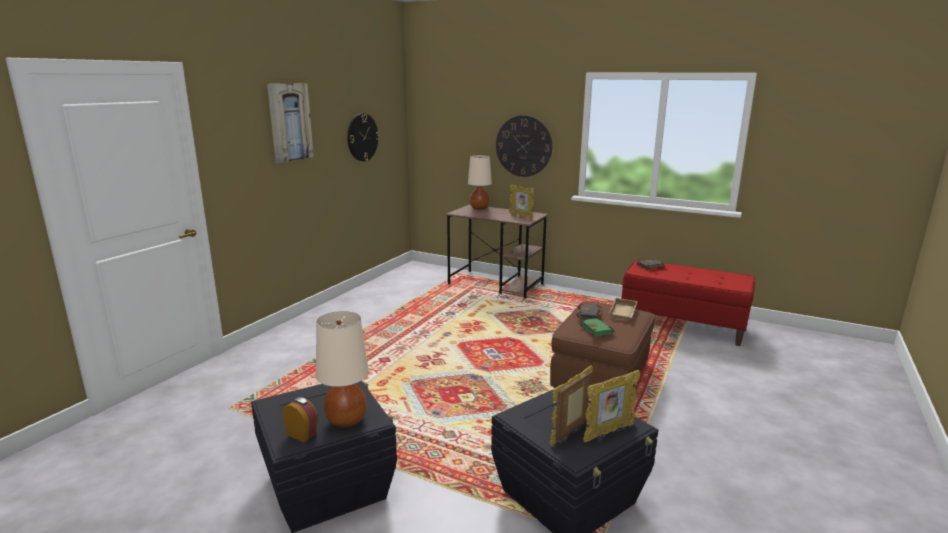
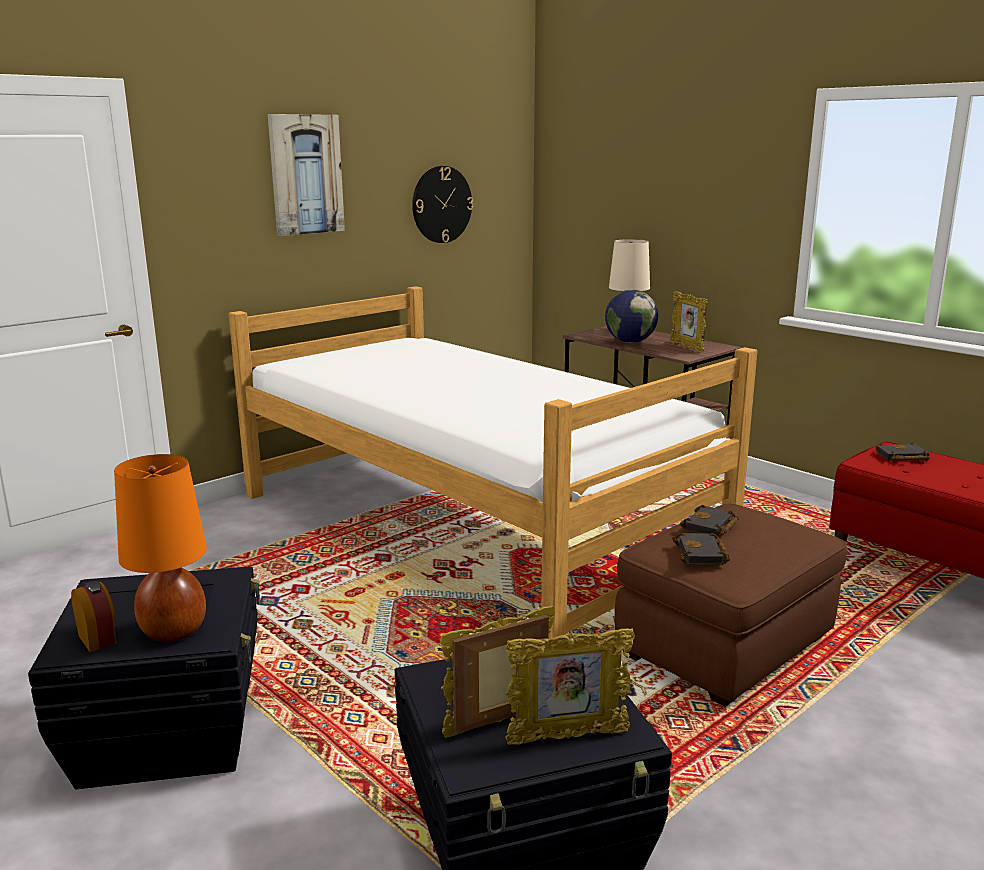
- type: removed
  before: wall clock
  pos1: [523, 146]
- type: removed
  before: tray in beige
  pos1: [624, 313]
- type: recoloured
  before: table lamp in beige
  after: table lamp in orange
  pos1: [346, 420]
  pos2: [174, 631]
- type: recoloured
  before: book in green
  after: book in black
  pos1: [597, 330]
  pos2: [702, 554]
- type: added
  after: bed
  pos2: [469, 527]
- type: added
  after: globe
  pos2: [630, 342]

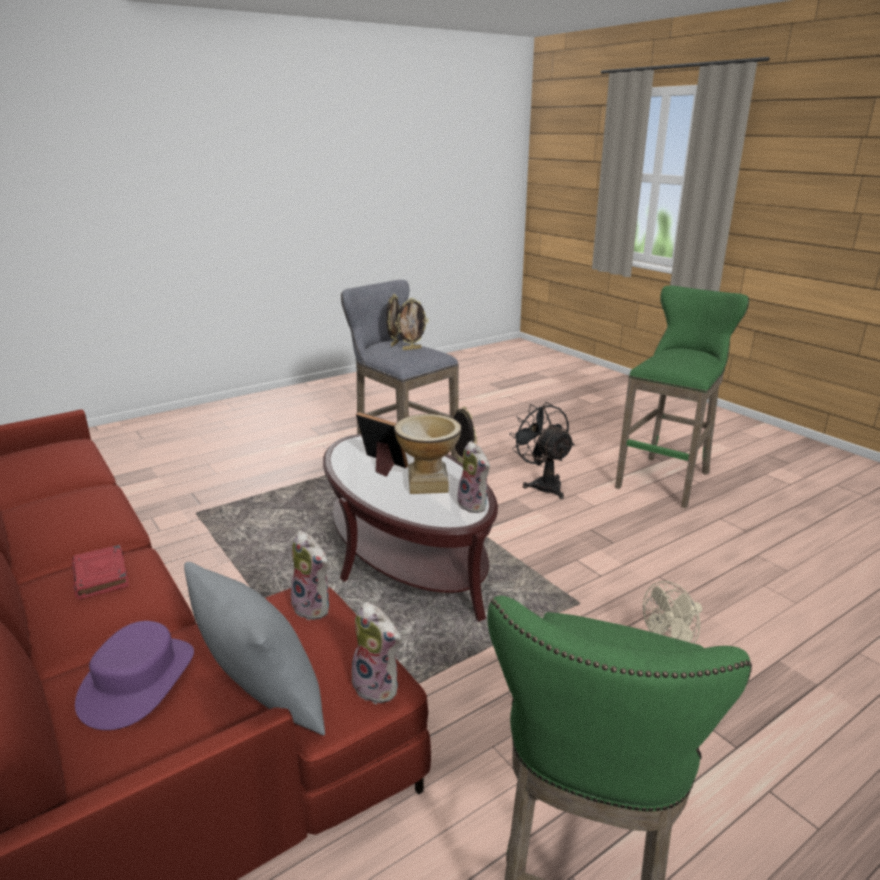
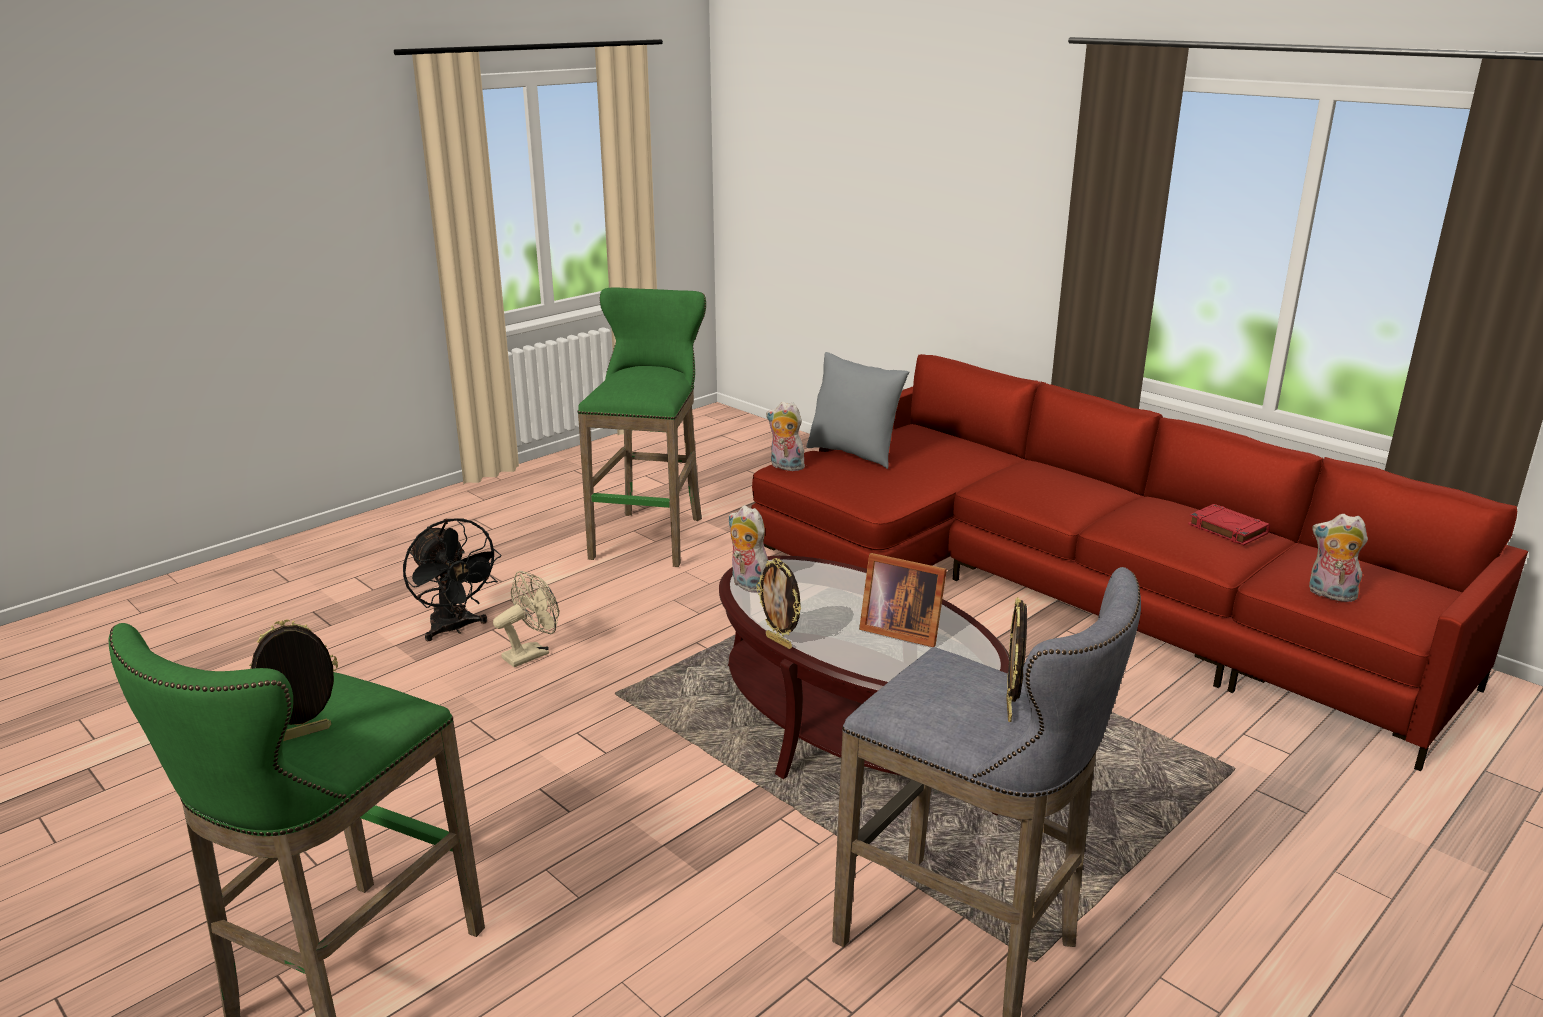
- type: moved
  before: picture frame
  pos1: [412, 349]
  pos2: [305, 735]
- type: moved
  before: fan in black
  pos1: [543, 484]
  pos2: [455, 628]
- type: removed
  before: vase
  pos1: [428, 484]
- type: moved
  before: plush toy
  pos1: [314, 607]
  pos2: [1330, 594]
- type: moved
  before: book in red
  pos1: [101, 576]
  pos2: [1226, 529]
- type: removed
  before: hat in purple
  pos1: [138, 681]

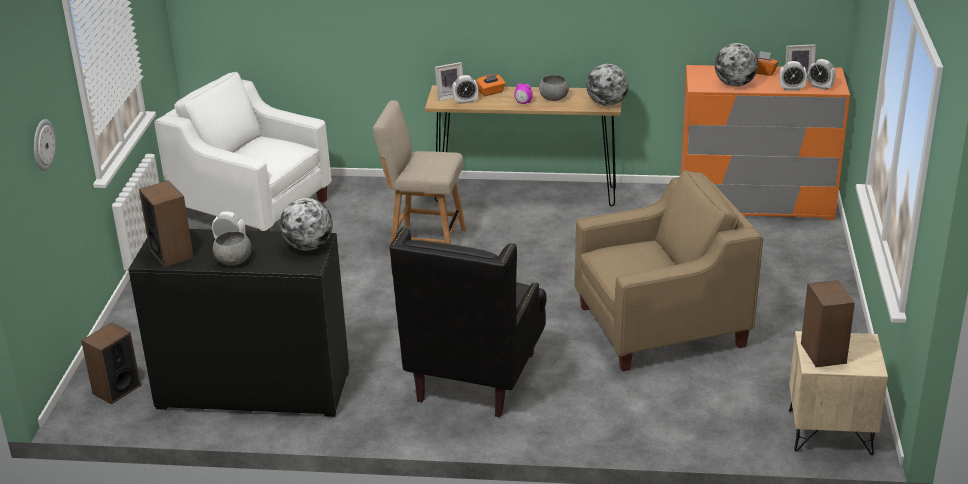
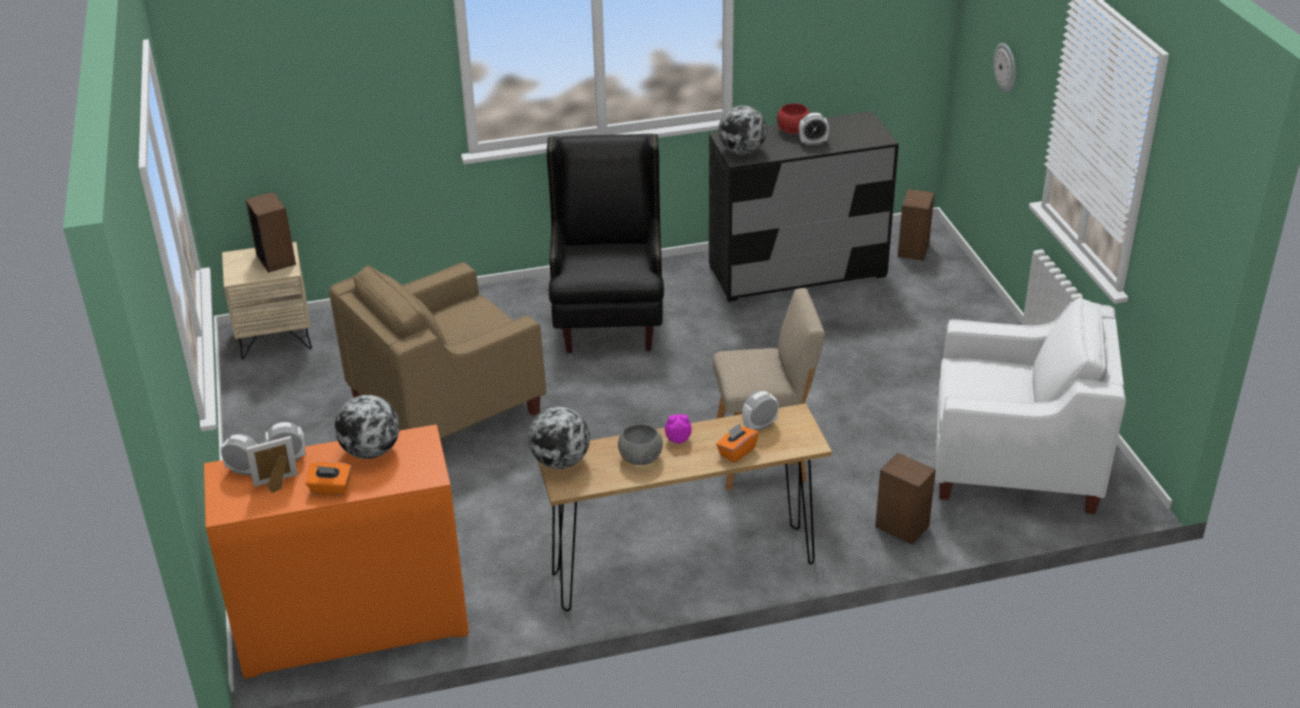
- type: removed
  before: picture frame
  pos1: [449, 96]
- type: moved
  before: speaker
  pos1: [171, 253]
  pos2: [902, 527]
- type: recoloured
  before: bowl in grey
  after: bowl in red
  pos1: [234, 260]
  pos2: [793, 130]

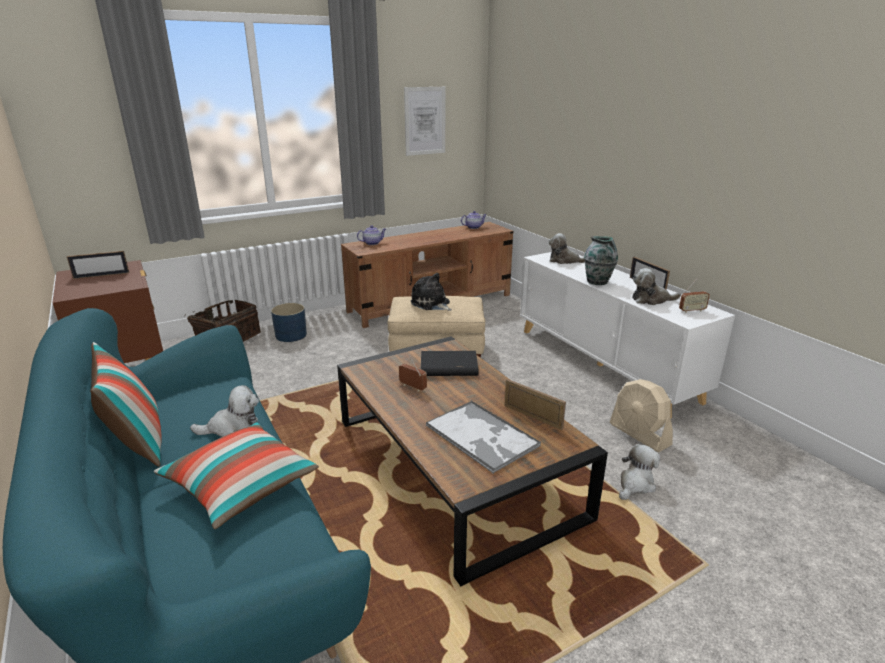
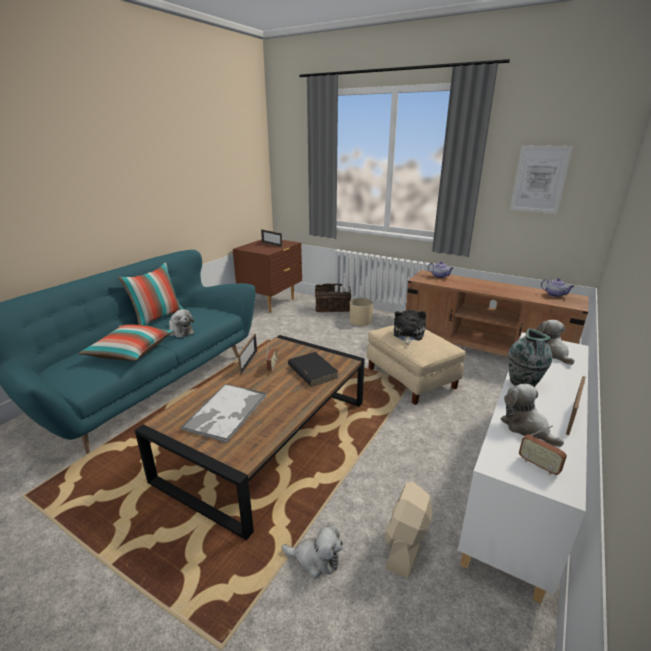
- type: recoloured
  before: planter in blue
  after: planter in beige
  pos1: [291, 335]
  pos2: [360, 321]
- type: moved
  before: picture frame
  pos1: [532, 417]
  pos2: [248, 362]

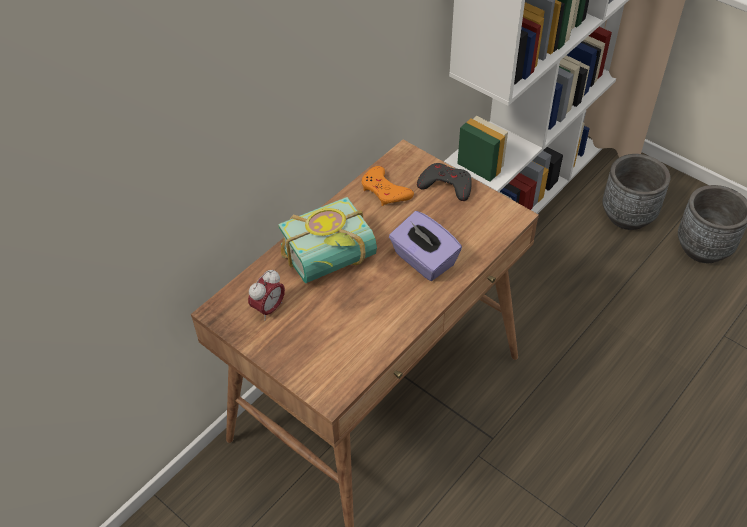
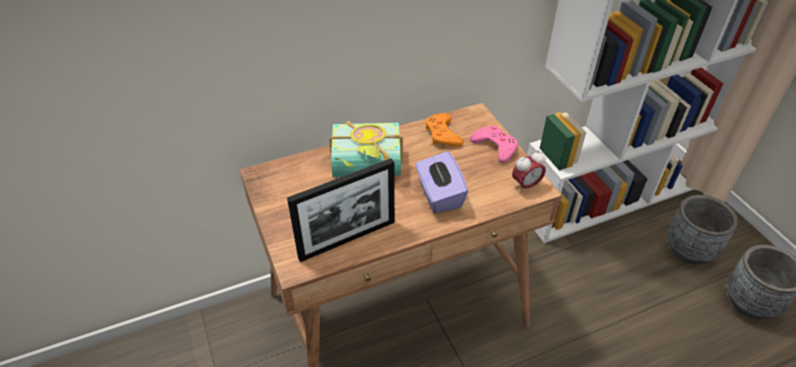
- type: recoloured
  before: game controller in grey
  after: game controller in pink
  pos1: [446, 185]
  pos2: [495, 146]
- type: moved
  before: alarm clock
  pos1: [269, 309]
  pos2: [526, 185]
- type: added
  after: picture frame
  pos2: [347, 239]

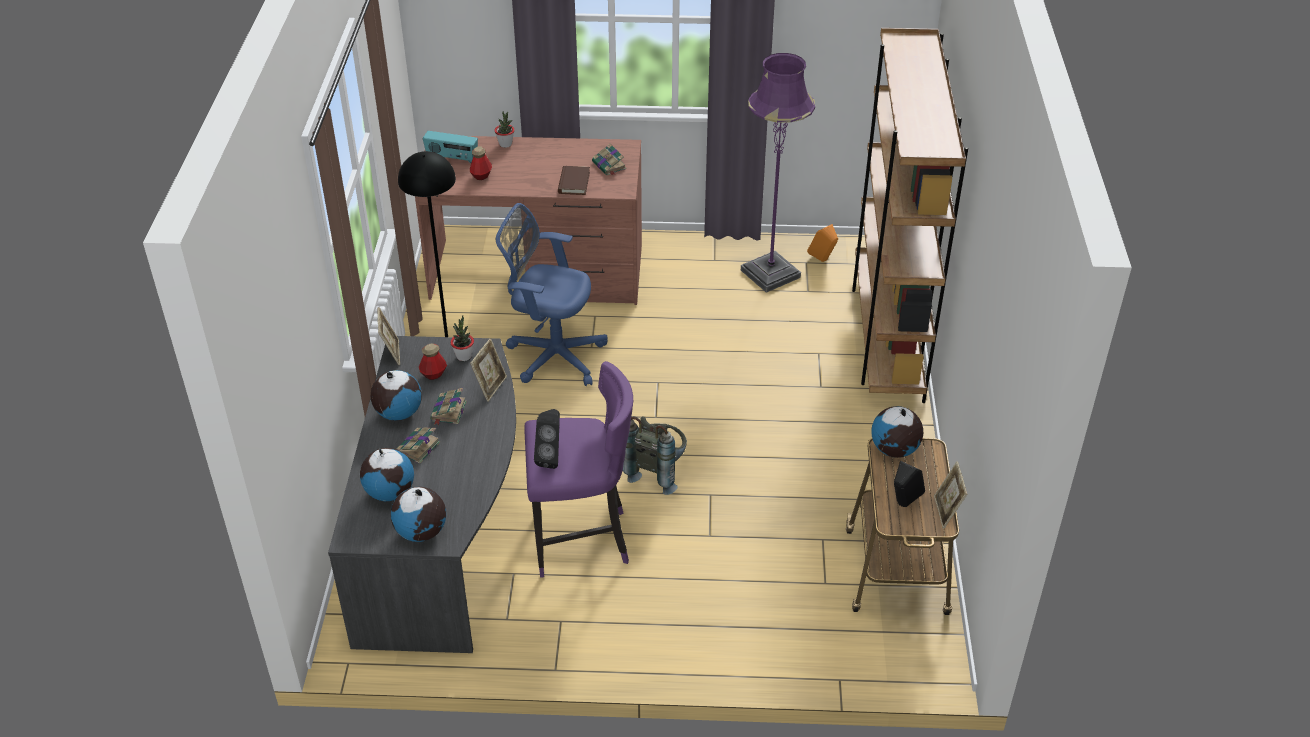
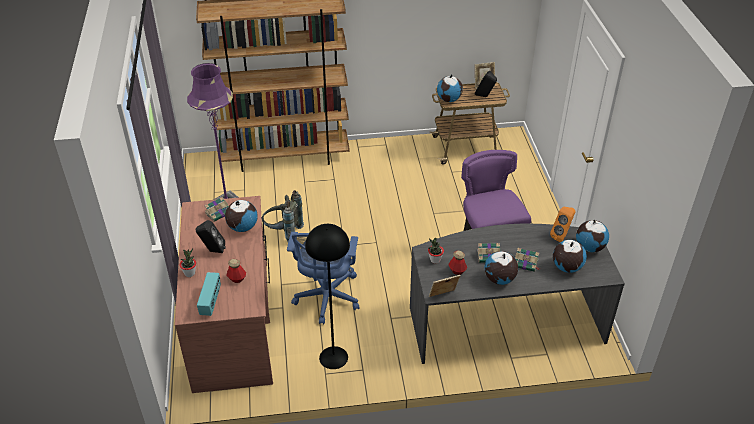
- type: replaced
  before: book in brown
  after: globe
  pos1: [574, 182]
  pos2: [242, 227]
- type: moved
  before: speaker in orange
  pos1: [822, 260]
  pos2: [561, 236]
- type: removed
  before: picture frame
  pos1: [490, 387]
- type: moved
  before: speaker in black
  pos1: [551, 457]
  pos2: [212, 251]
- type: moved
  before: backpack in grey
  pos1: [657, 471]
  pos2: [283, 233]

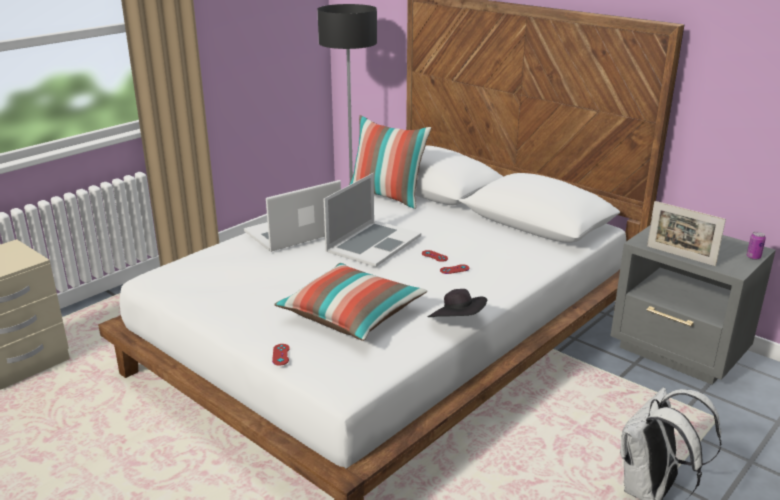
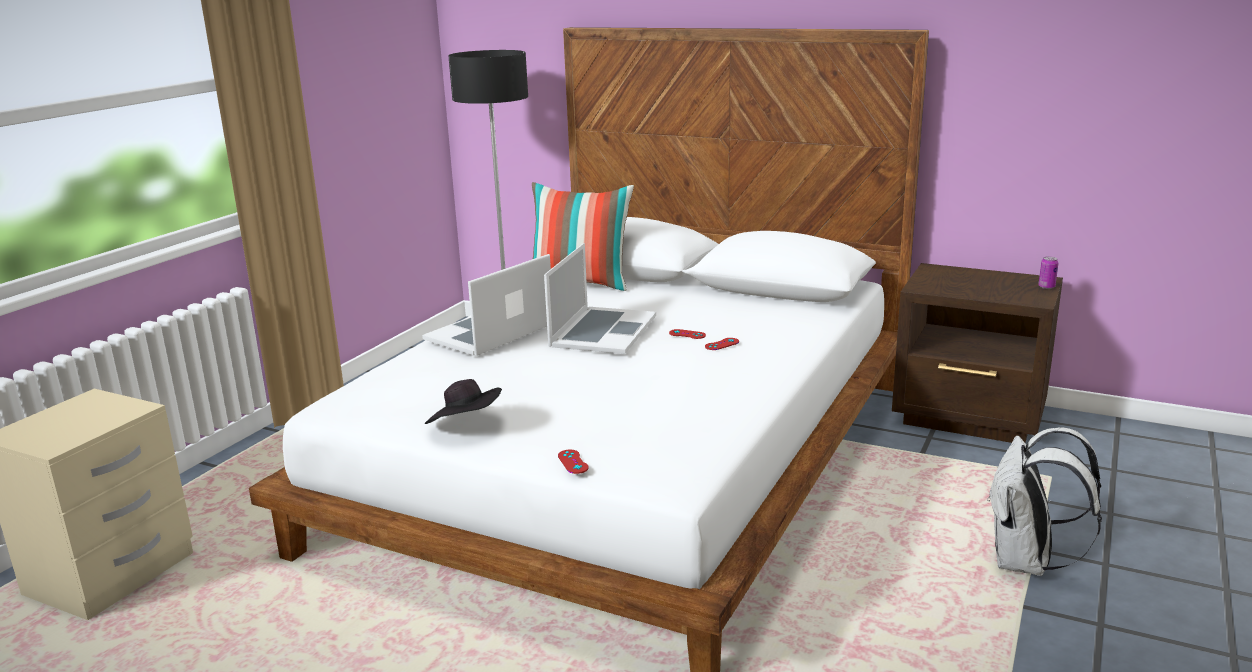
- type: removed
  before: picture frame
  pos1: [680, 256]
- type: recoloured
  before: nightstand in grey
  after: nightstand in brown
  pos1: [679, 352]
  pos2: [970, 418]
- type: removed
  before: pillow
  pos1: [351, 316]
- type: moved
  before: hat in black
  pos1: [457, 322]
  pos2: [466, 425]

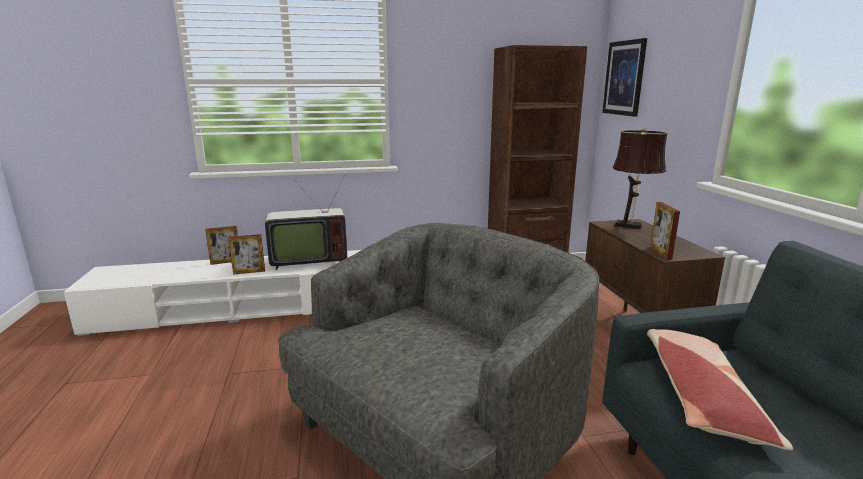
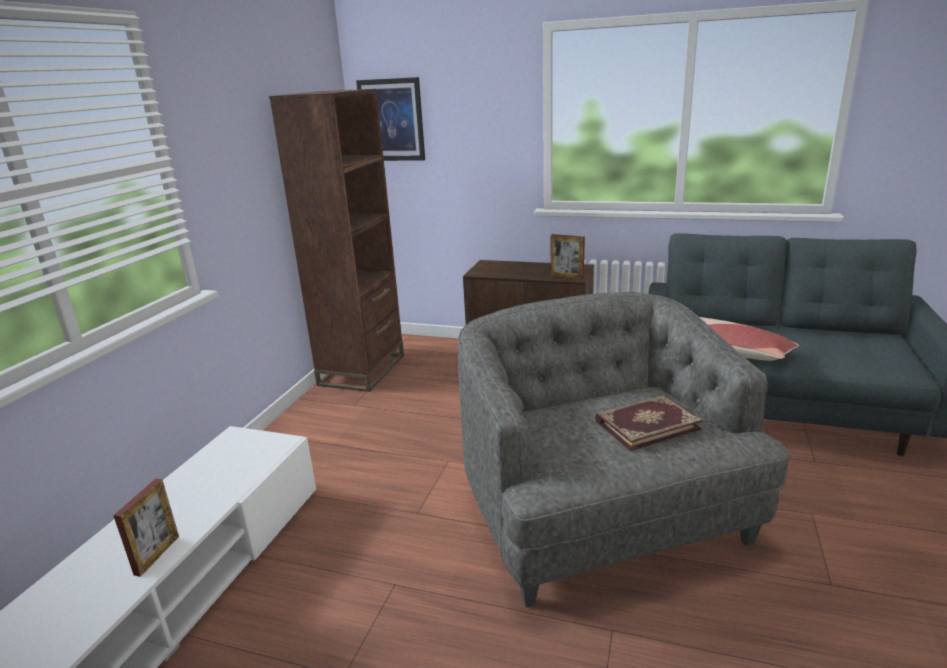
- type: removed
  before: table lamp in brown
  pos1: [631, 226]
- type: removed
  before: television
  pos1: [307, 260]
- type: removed
  before: picture frame
  pos1: [226, 262]
- type: added
  after: book
  pos2: [646, 424]

